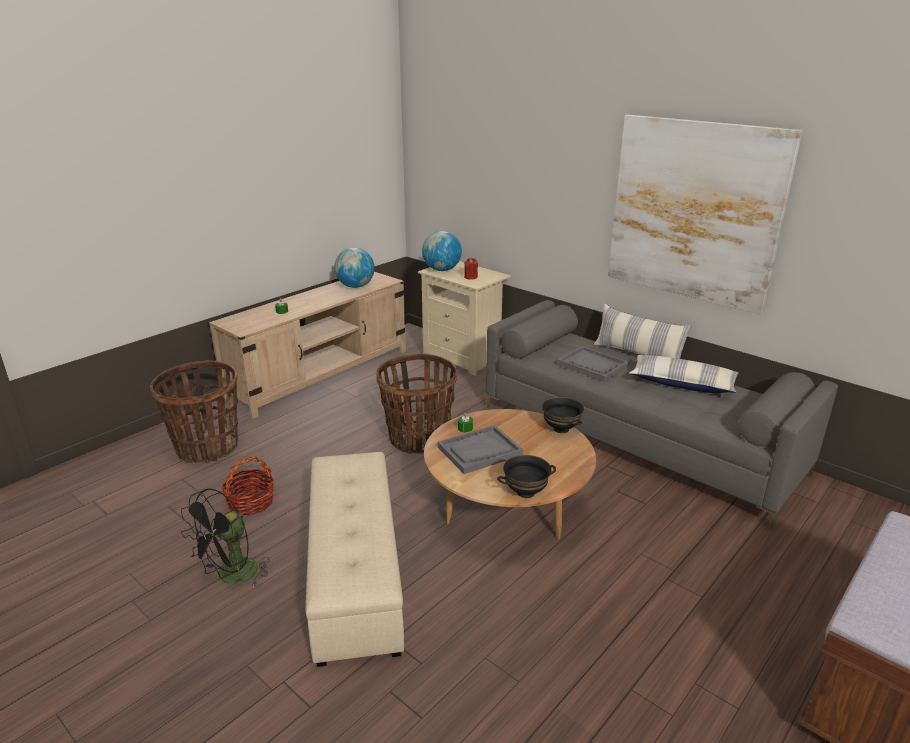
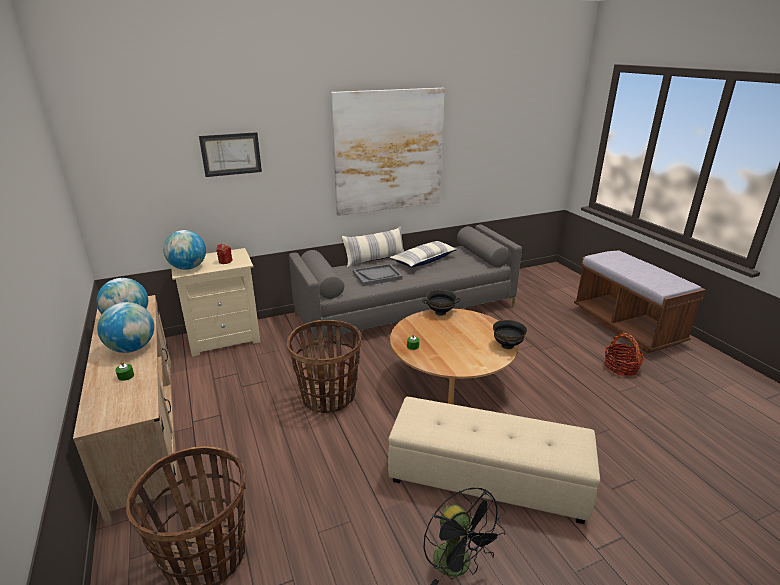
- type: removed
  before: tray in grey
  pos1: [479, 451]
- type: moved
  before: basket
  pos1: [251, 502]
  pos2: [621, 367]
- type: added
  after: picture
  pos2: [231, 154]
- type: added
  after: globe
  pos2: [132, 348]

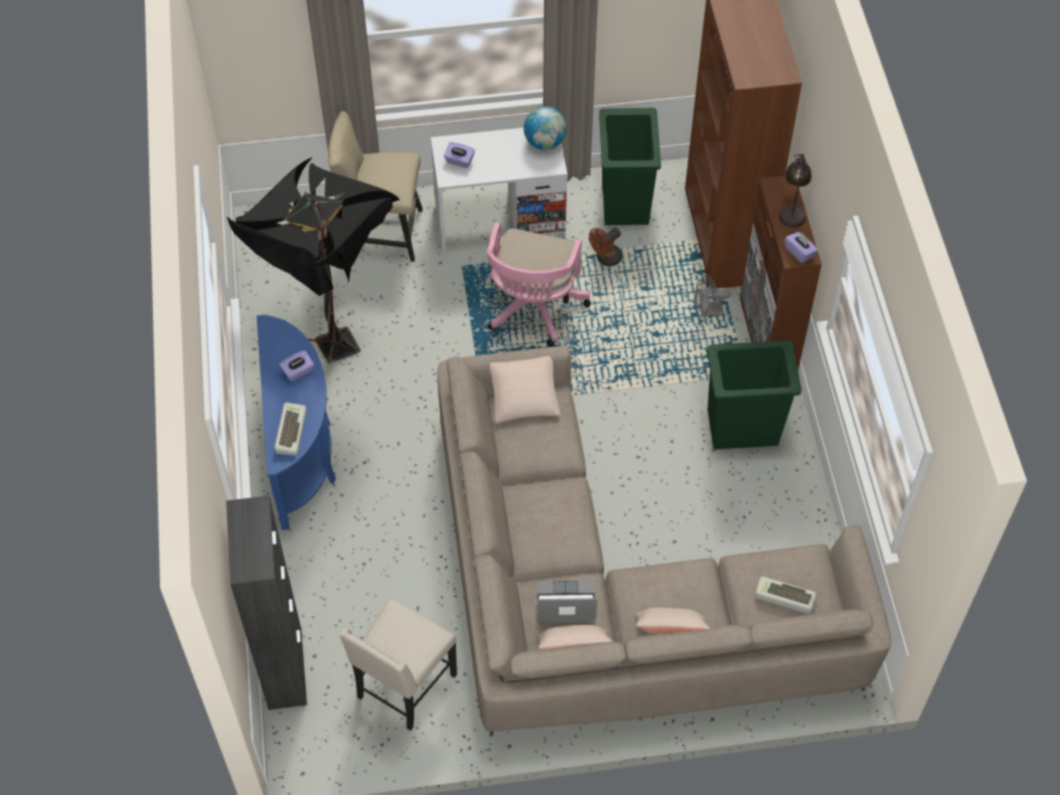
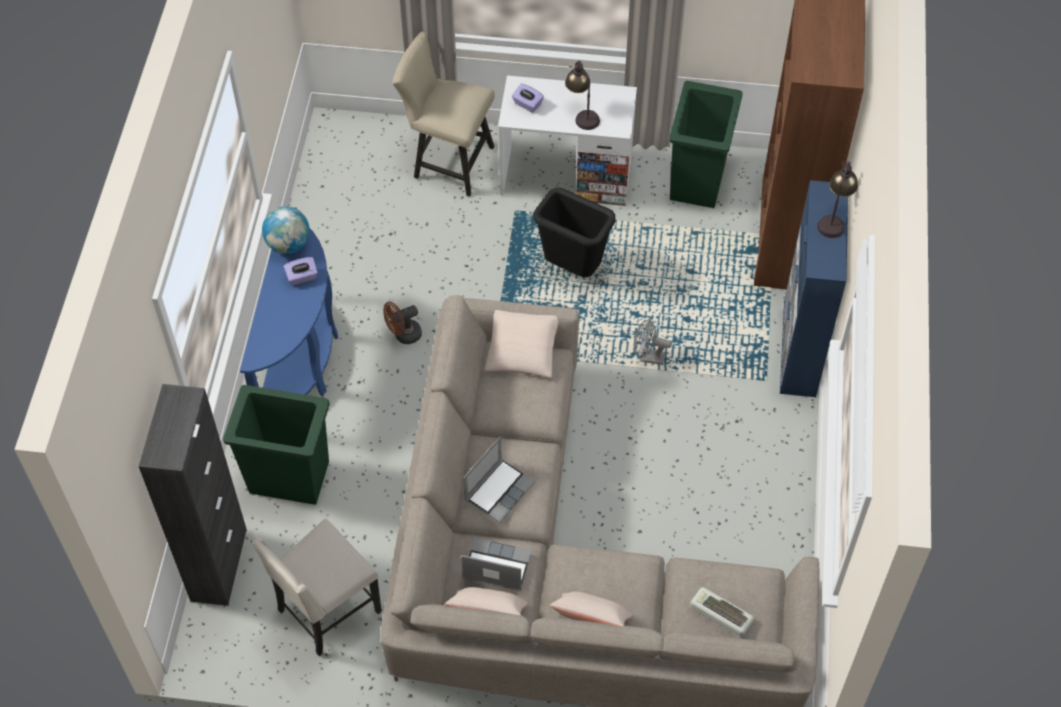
- type: moved
  before: globe
  pos1: [545, 142]
  pos2: [288, 244]
- type: removed
  before: floor lamp in black
  pos1: [334, 336]
- type: recoloured
  before: cabinet in brown
  after: cabinet in blue
  pos1: [767, 339]
  pos2: [799, 349]
- type: replaced
  before: office chair in pink
  after: trash can in black
  pos1: [533, 309]
  pos2: [572, 268]
- type: moved
  before: fan in brown
  pos1: [606, 259]
  pos2: [403, 335]
- type: removed
  before: tissue box in purple
  pos1: [799, 252]
- type: moved
  before: fan in grey
  pos1: [707, 312]
  pos2: [648, 357]
- type: moved
  before: trash can in green
  pos1: [743, 428]
  pos2: [290, 478]
- type: removed
  before: keyboard
  pos1: [290, 431]
- type: added
  after: table lamp
  pos2: [582, 114]
- type: added
  after: laptop
  pos2: [499, 490]

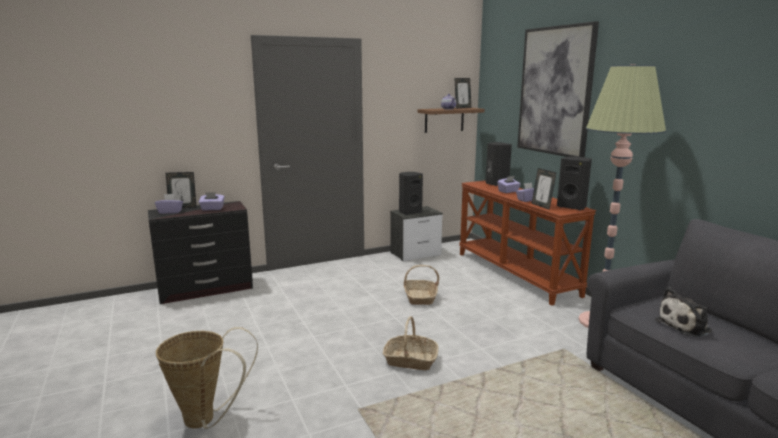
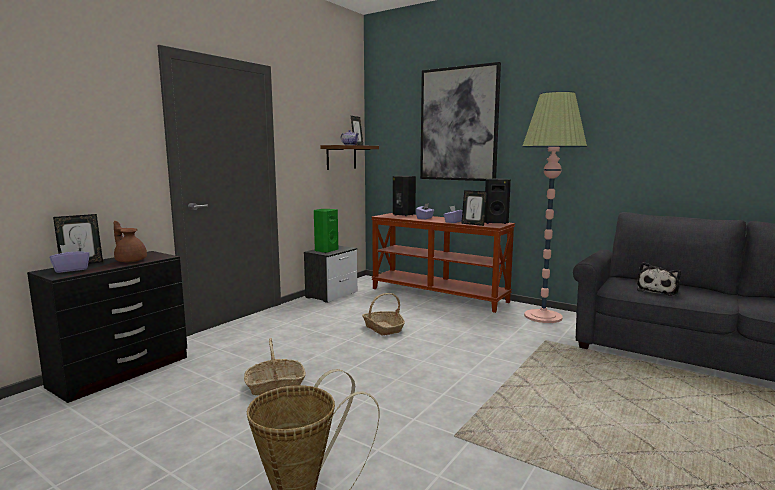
- type: recoloured
  before: speaker in black
  after: speaker in green
  pos1: [409, 212]
  pos2: [325, 251]
- type: replaced
  before: tissue box in purple
  after: teapot in brown
  pos1: [212, 209]
  pos2: [130, 260]
- type: moved
  before: basket
  pos1: [410, 360]
  pos2: [275, 386]

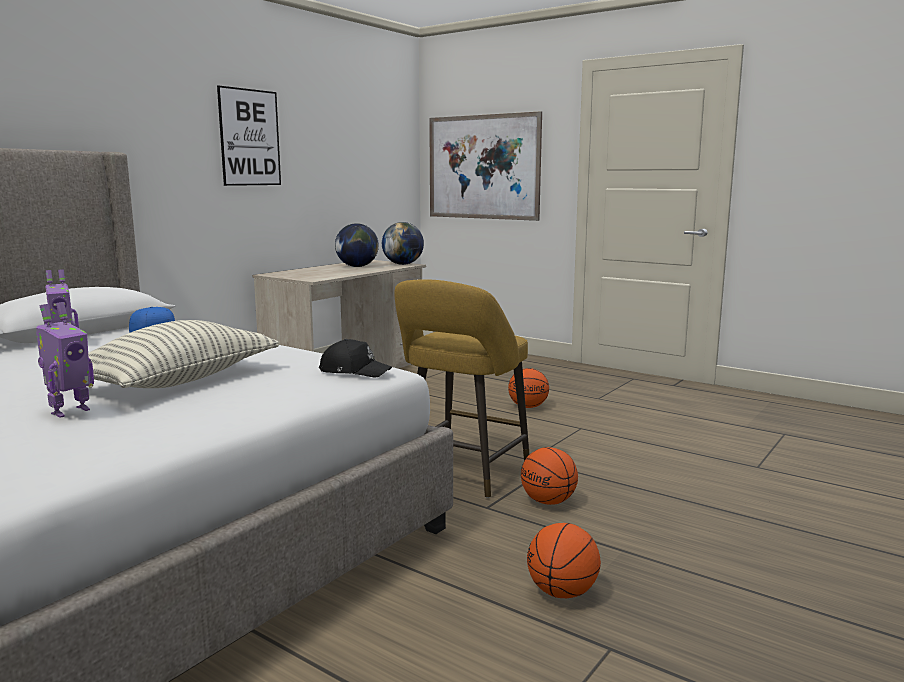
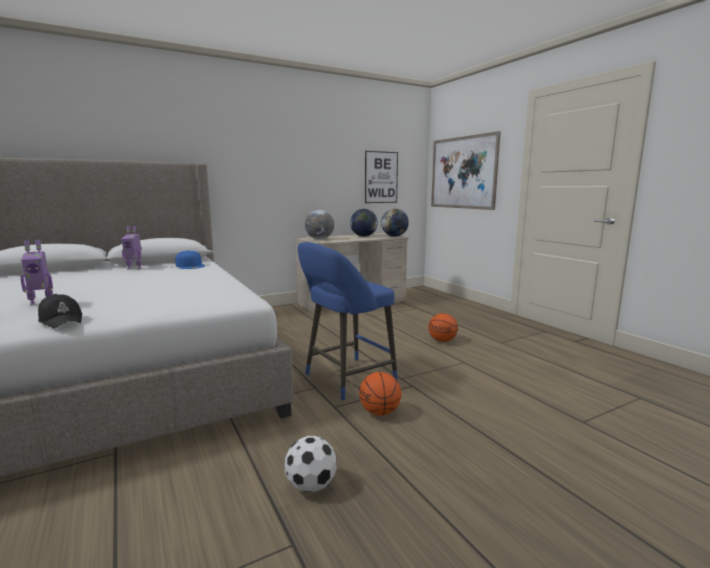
- type: moved
  before: picture
  pos1: [250, 137]
  pos2: [381, 177]
- type: recoloured
  before: stool in yellow
  after: stool in blue
  pos1: [462, 474]
  pos2: [346, 379]
- type: removed
  before: pillow
  pos1: [178, 381]
- type: moved
  before: cap in black
  pos1: [354, 371]
  pos2: [61, 320]
- type: replaced
  before: basketball
  after: football
  pos1: [562, 593]
  pos2: [311, 486]
- type: added
  after: globe
  pos2: [319, 239]

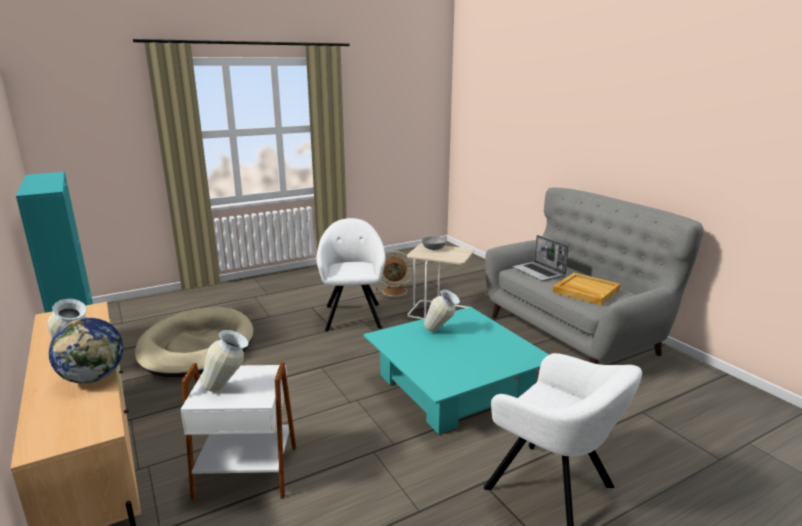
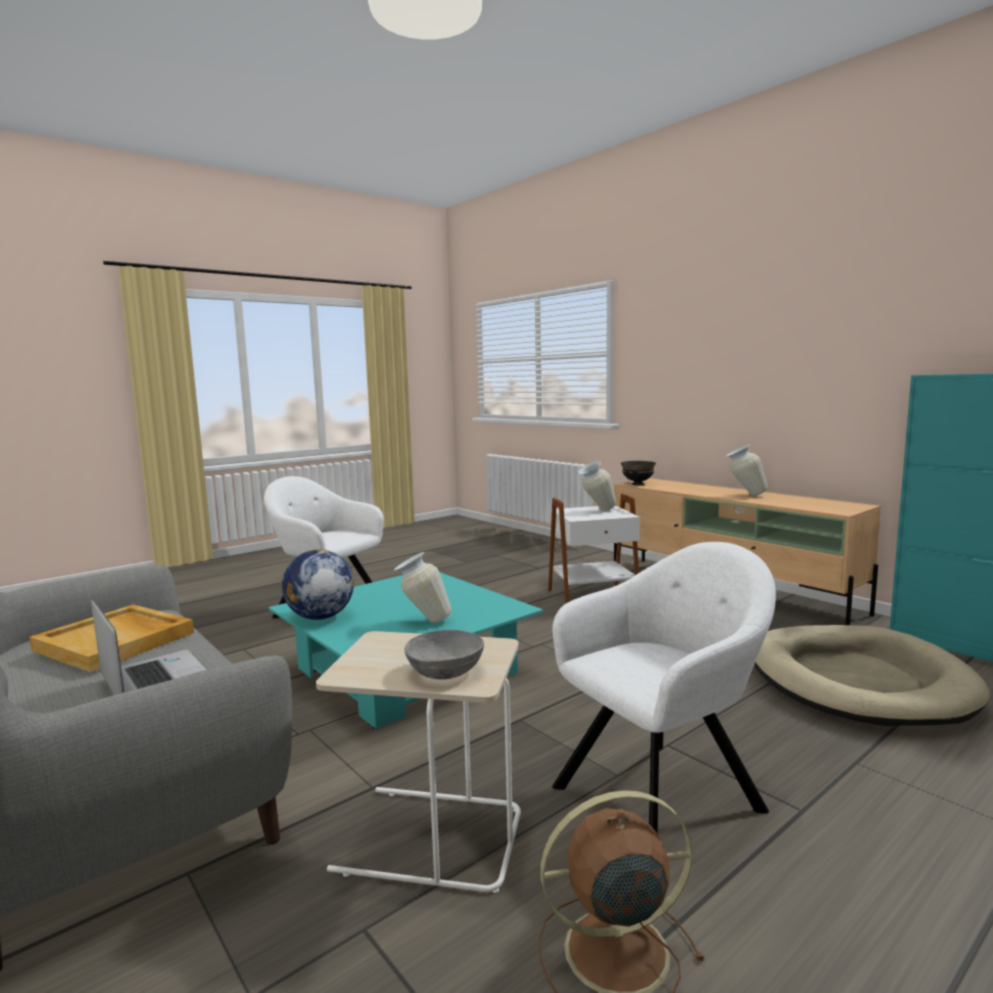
- type: turned
  before: armchair in white
  pos1: [353, 315]
  pos2: [663, 795]
  turn: -105
- type: moved
  before: globe
  pos1: [94, 378]
  pos2: [320, 617]
- type: added
  after: bowl in black
  pos2: [637, 484]

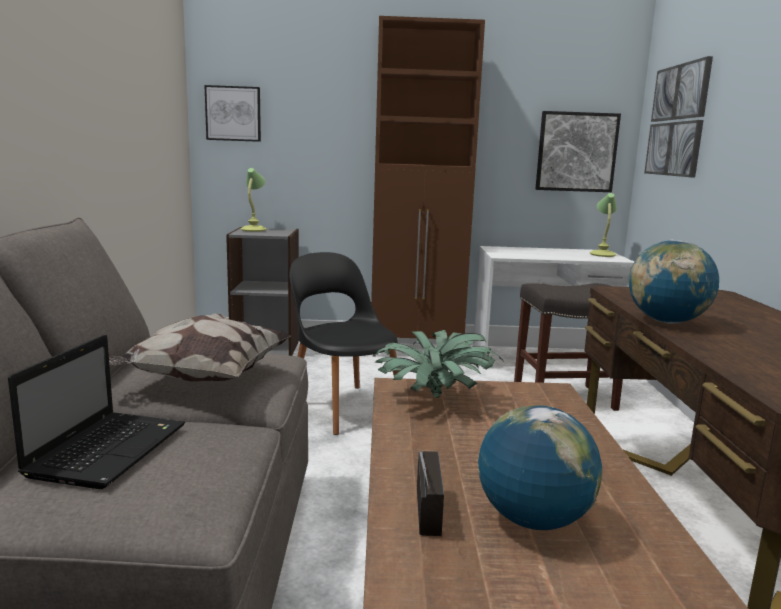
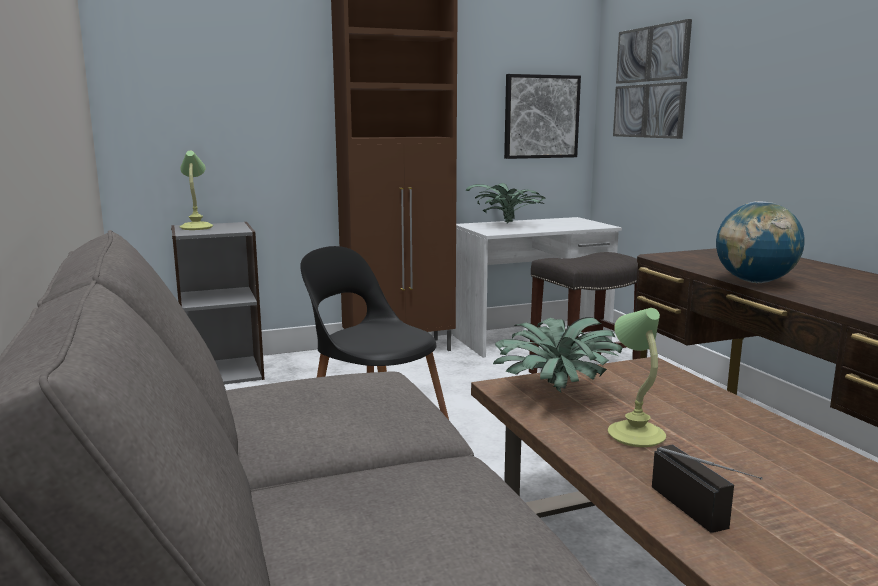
- type: removed
  before: picture
  pos1: [233, 113]
- type: moved
  before: table lamp
  pos1: [602, 254]
  pos2: [635, 434]
- type: removed
  before: pillow
  pos1: [203, 378]
- type: removed
  before: laptop
  pos1: [109, 449]
- type: removed
  before: globe
  pos1: [533, 520]
- type: added
  after: potted plant
  pos2: [508, 225]

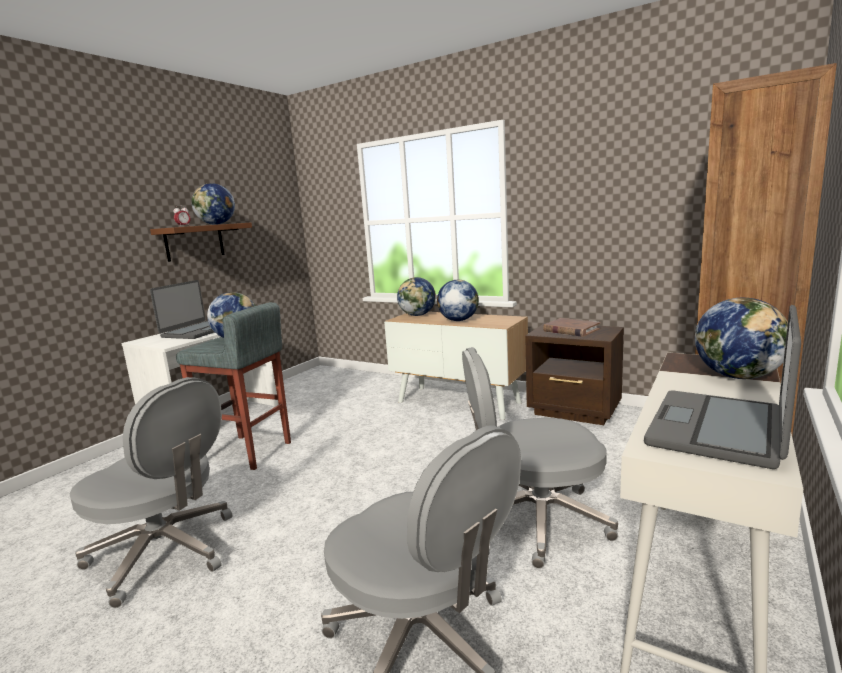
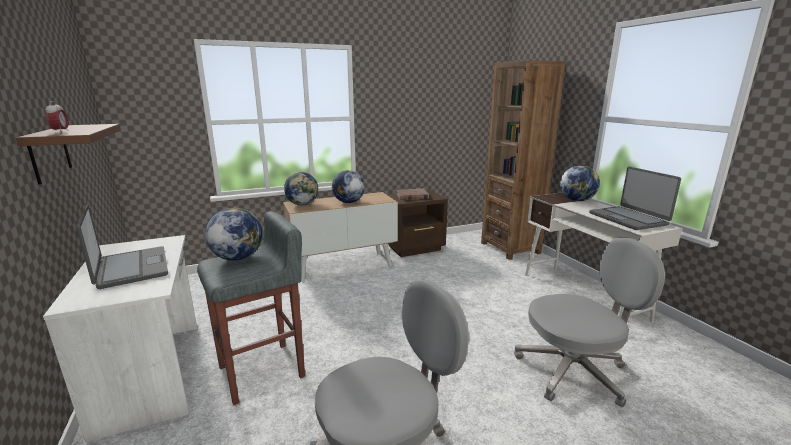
- type: removed
  before: globe
  pos1: [216, 224]
- type: removed
  before: office chair in grey
  pos1: [535, 520]

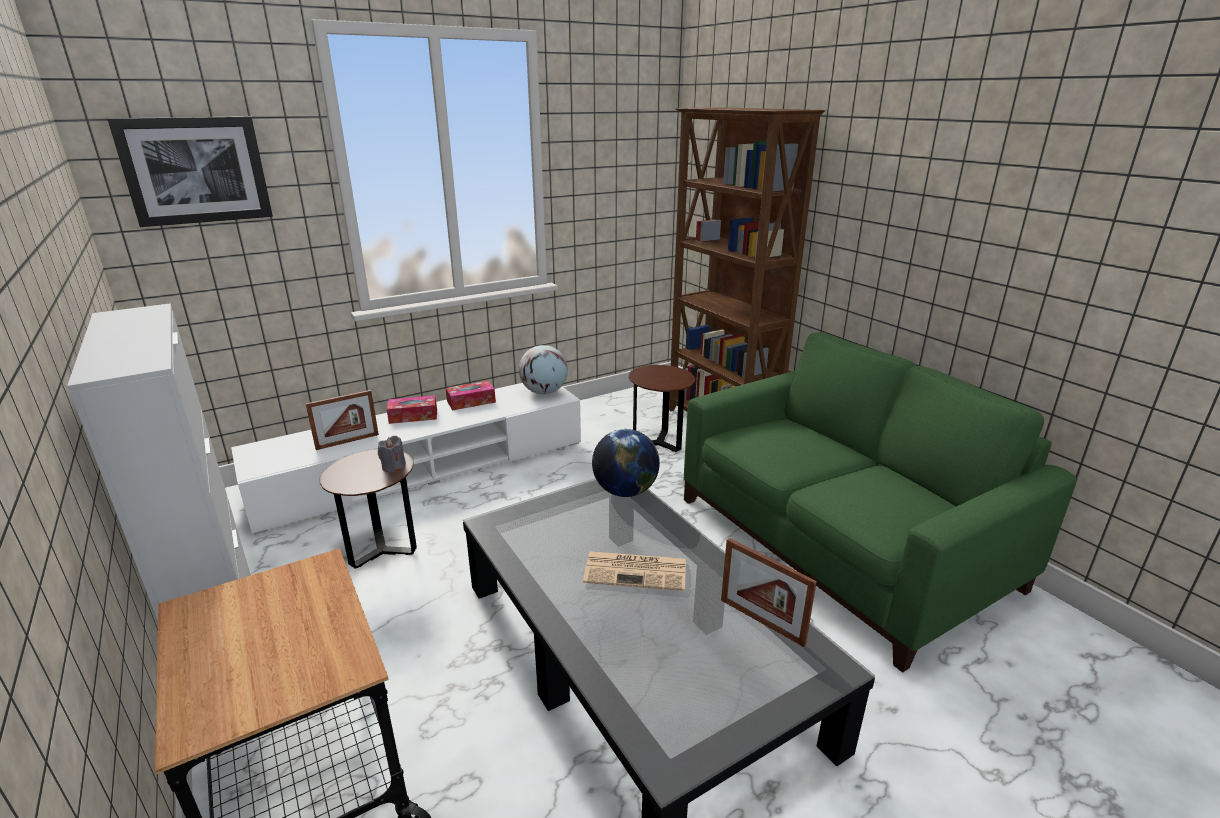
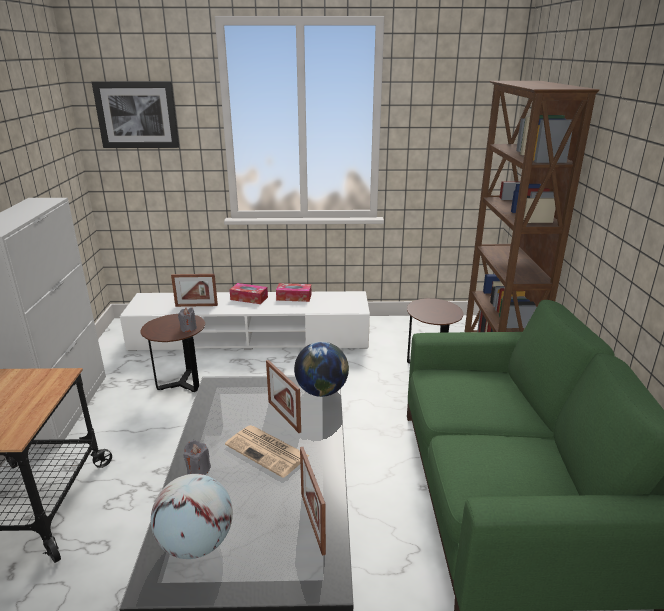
- type: moved
  before: globe
  pos1: [544, 392]
  pos2: [196, 543]
- type: added
  after: picture frame
  pos2: [284, 416]
- type: added
  after: candle in grey
  pos2: [198, 469]

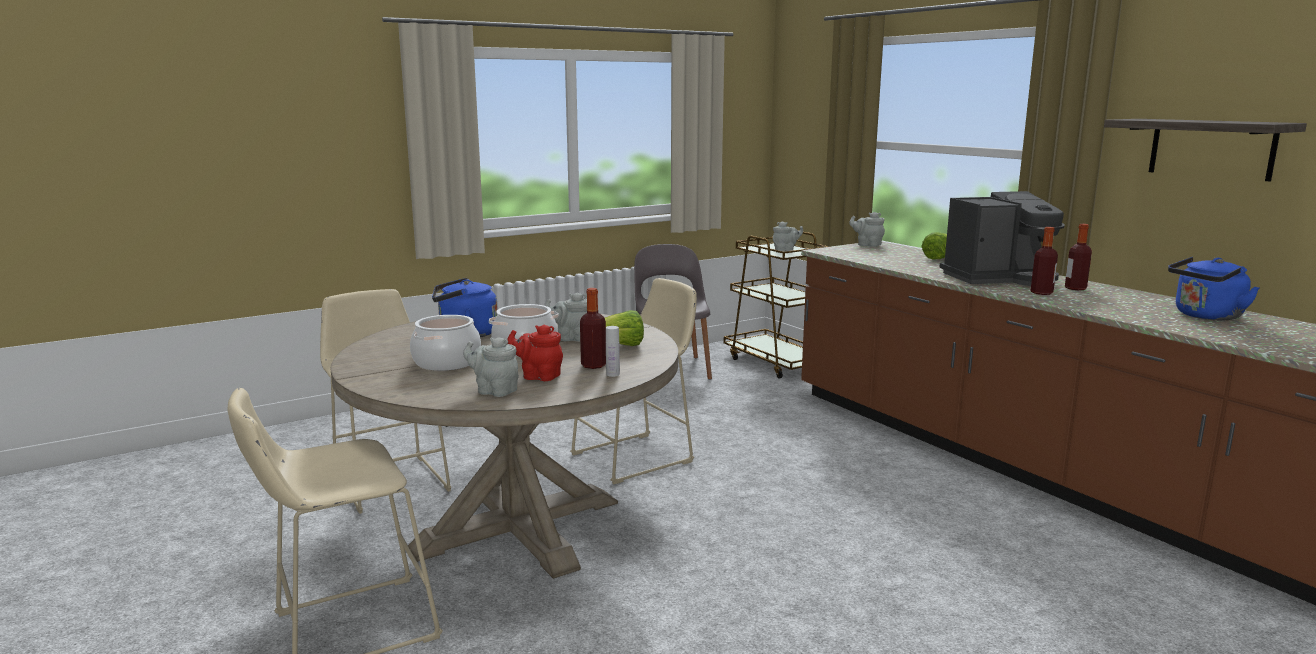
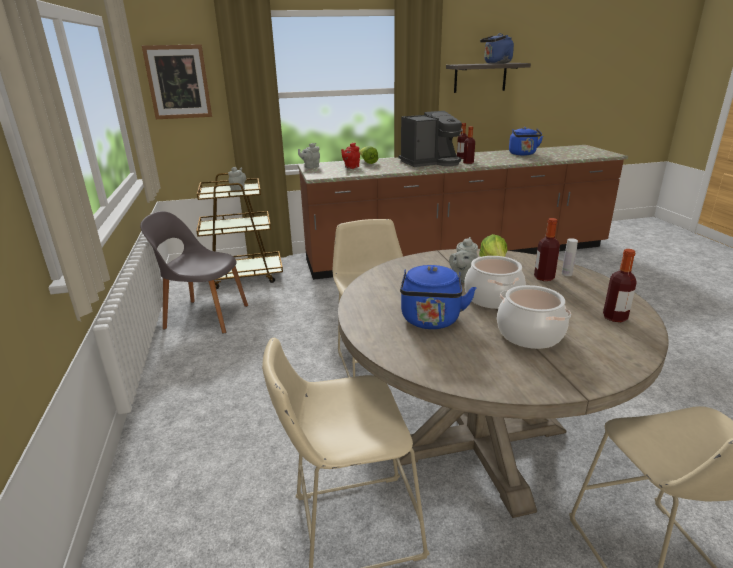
- type: turned
  before: coffee machine
  pos1: [999, 278]
  pos2: [431, 162]
  turn: 60
- type: moved
  before: teapot in red
  pos1: [538, 376]
  pos2: [351, 167]
- type: replaced
  before: teapot in grey
  after: bottle
  pos1: [494, 391]
  pos2: [614, 317]
- type: added
  after: kettle in blue
  pos2: [496, 63]
- type: added
  after: picture
  pos2: [178, 82]

